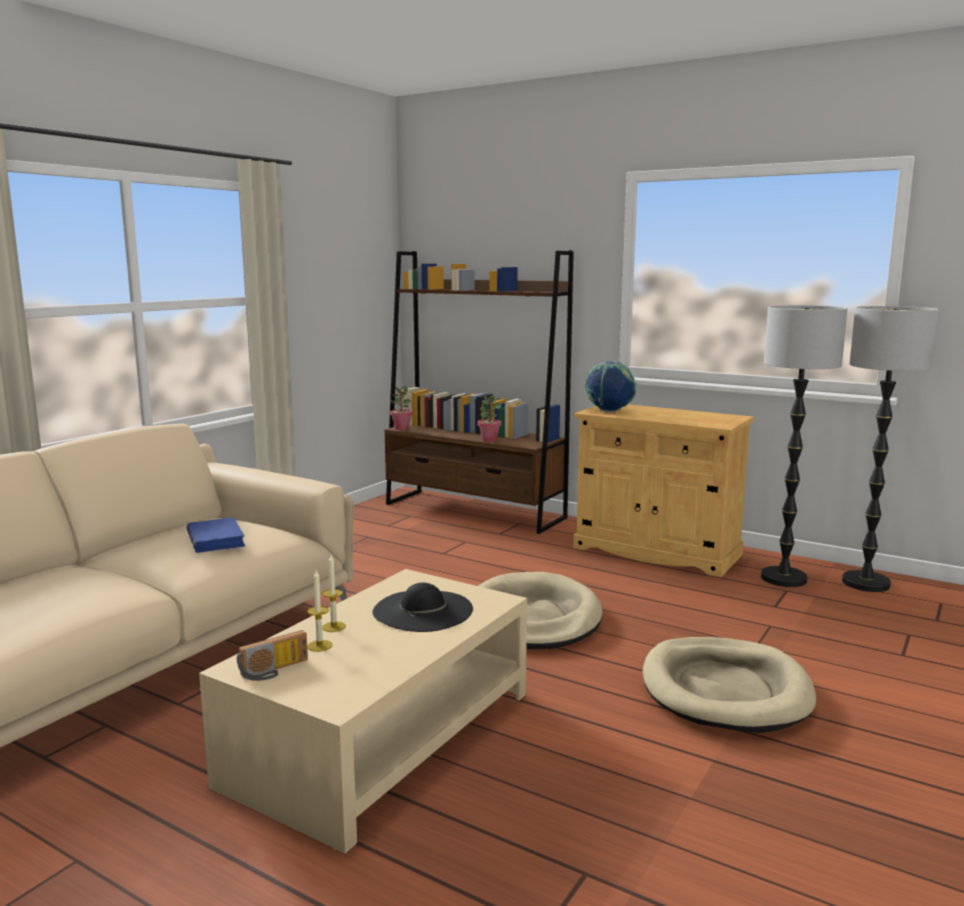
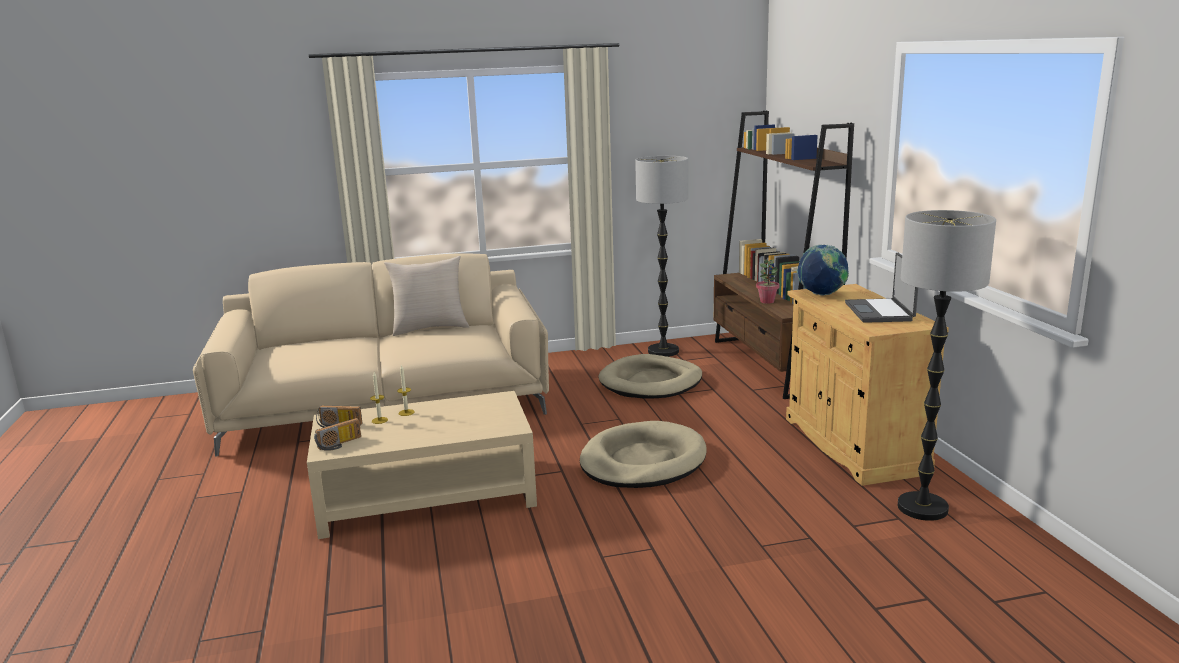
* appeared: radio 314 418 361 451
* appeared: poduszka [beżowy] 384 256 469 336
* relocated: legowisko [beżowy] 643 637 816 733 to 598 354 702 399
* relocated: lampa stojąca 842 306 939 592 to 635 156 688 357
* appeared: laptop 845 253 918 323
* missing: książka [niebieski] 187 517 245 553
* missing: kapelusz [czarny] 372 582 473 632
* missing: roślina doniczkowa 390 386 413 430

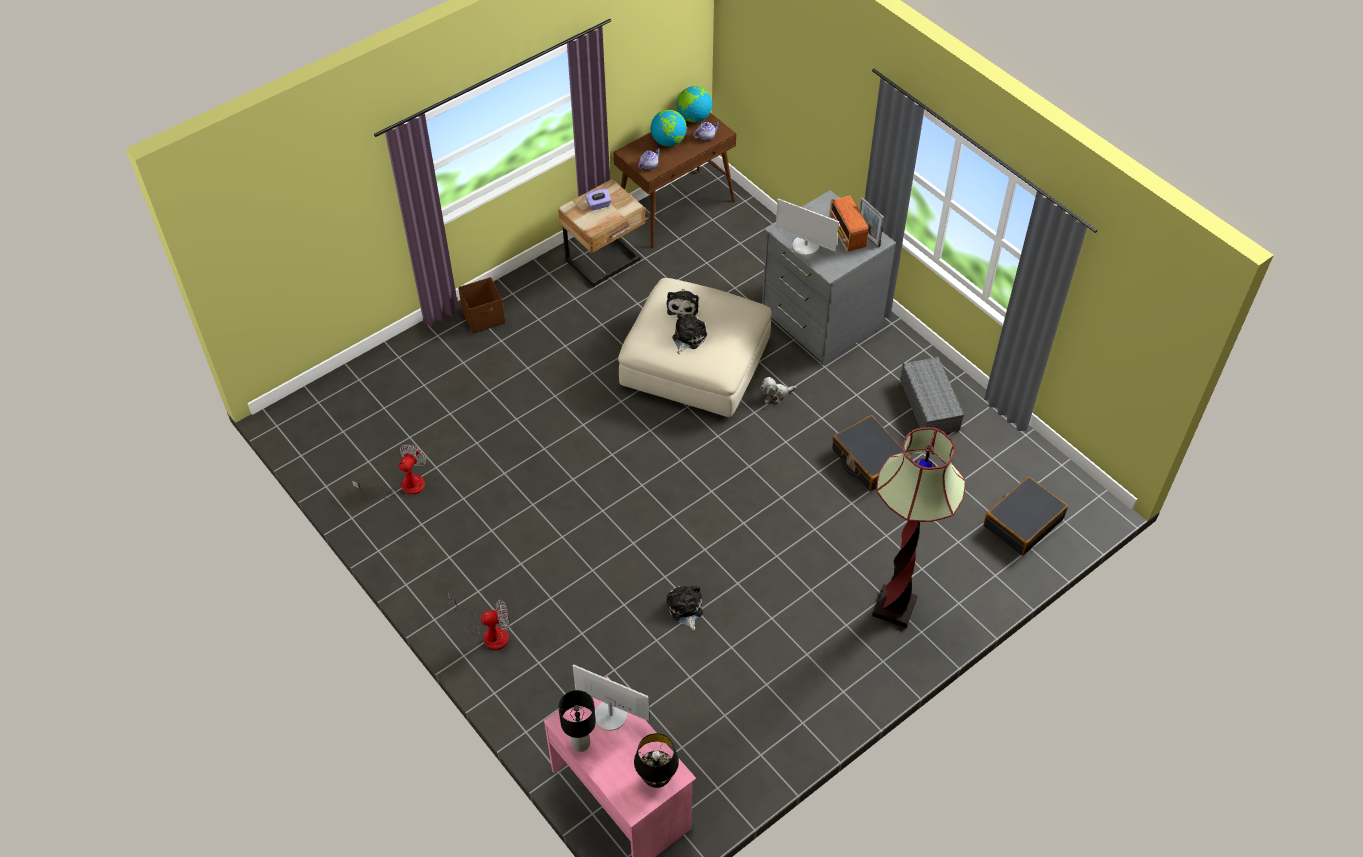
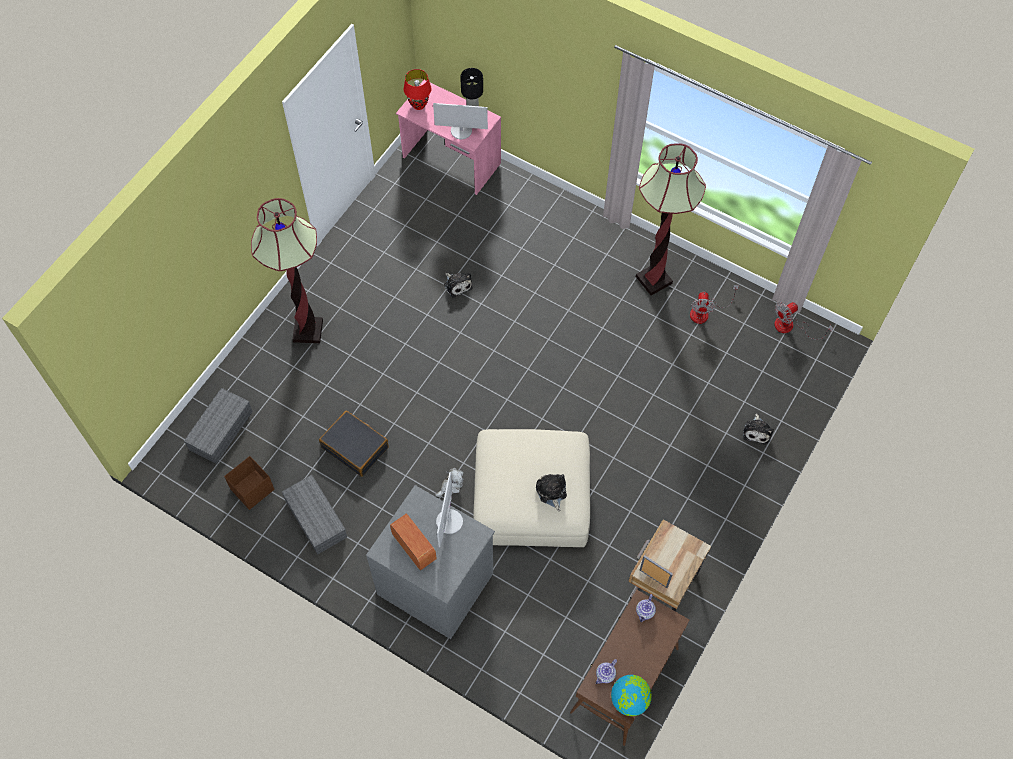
* exchanged: walizka [czarny] 983 477 1068 556 to pojemnik do przechowywania [szary] 184 388 253 464
* relocated: pojemnik do przechowywania [brązowy] 458 277 505 334 to 224 456 274 510
* colour: lampa stołowa [czarny] 634 733 679 788 to lampa stołowa [czerwony] 404 69 432 110
* spun: monitor 776 199 839 256 = 436 472 463 547 90 degrees counterclockwise
* appeared: lampa stojąca 636 143 706 295
* relocated: ramka na zdjęcie 859 197 884 248 to 640 555 673 588
* relocated: pluszak 672 314 707 354 to 743 413 774 445
* relocated: wentylator 448 593 510 650 to 774 302 833 340
* missing: pudełko chusteczek [fioletowy] 585 189 611 211
* missing: globus 651 110 687 146

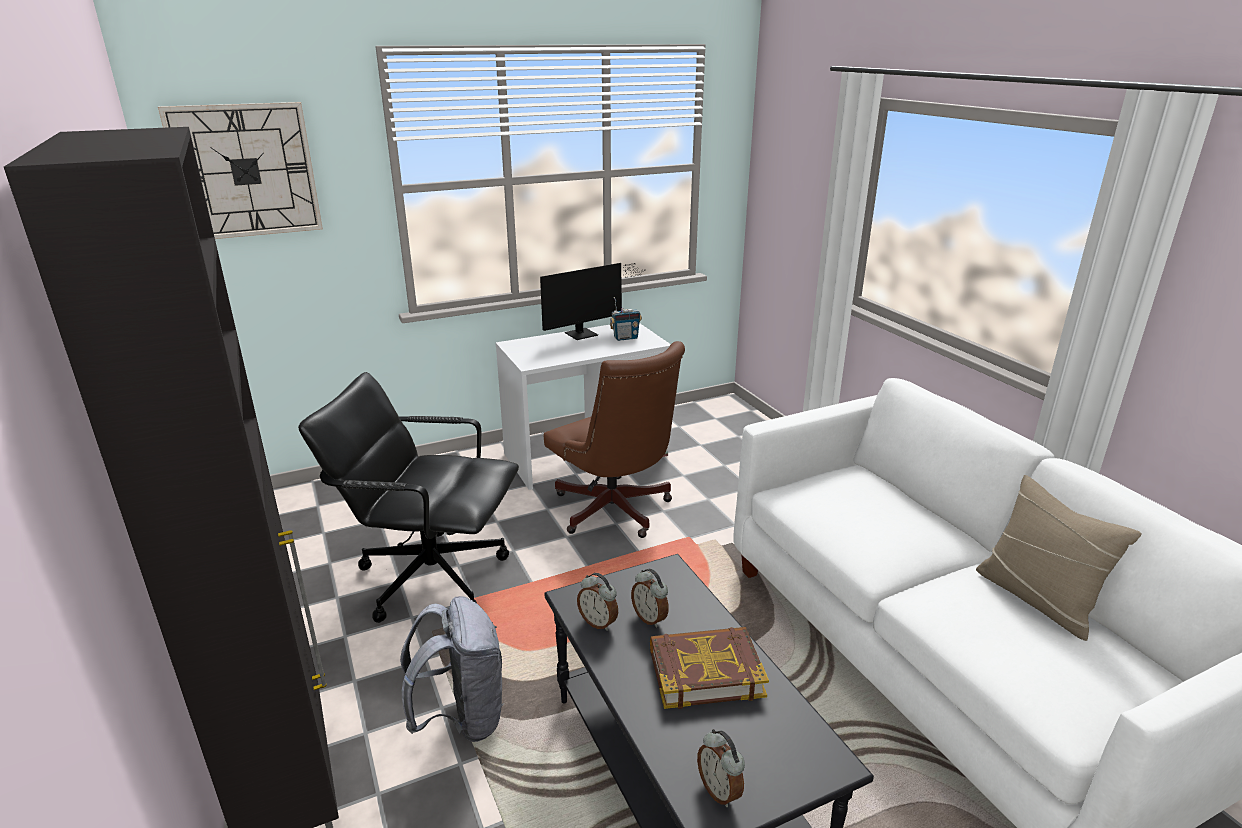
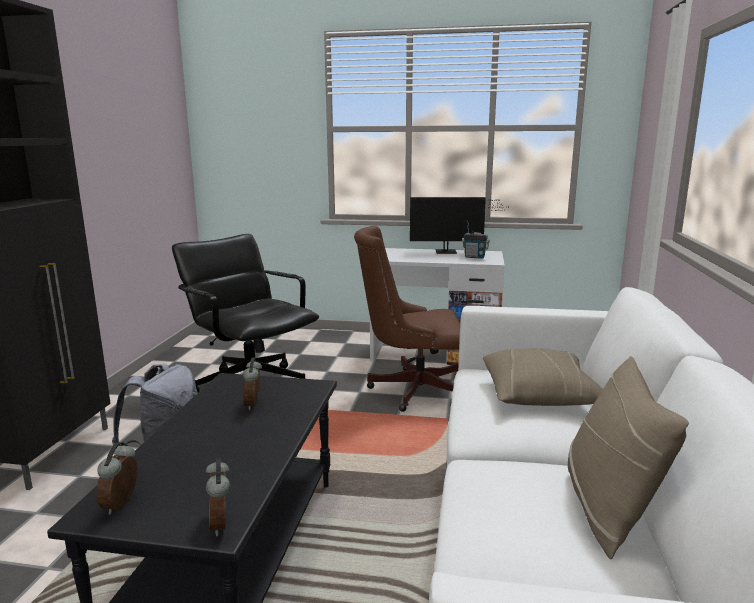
* relocated: budzik 577 573 618 631 to 206 458 230 536
* spun: krzesło biurowe [brązowy] 544 341 685 538 = 354 226 460 412 90 degrees clockwise
* appeared: poduszka [beżowy] 483 348 603 406
* missing: zegar ścienny 158 102 323 239
* missing: książka 650 627 769 709

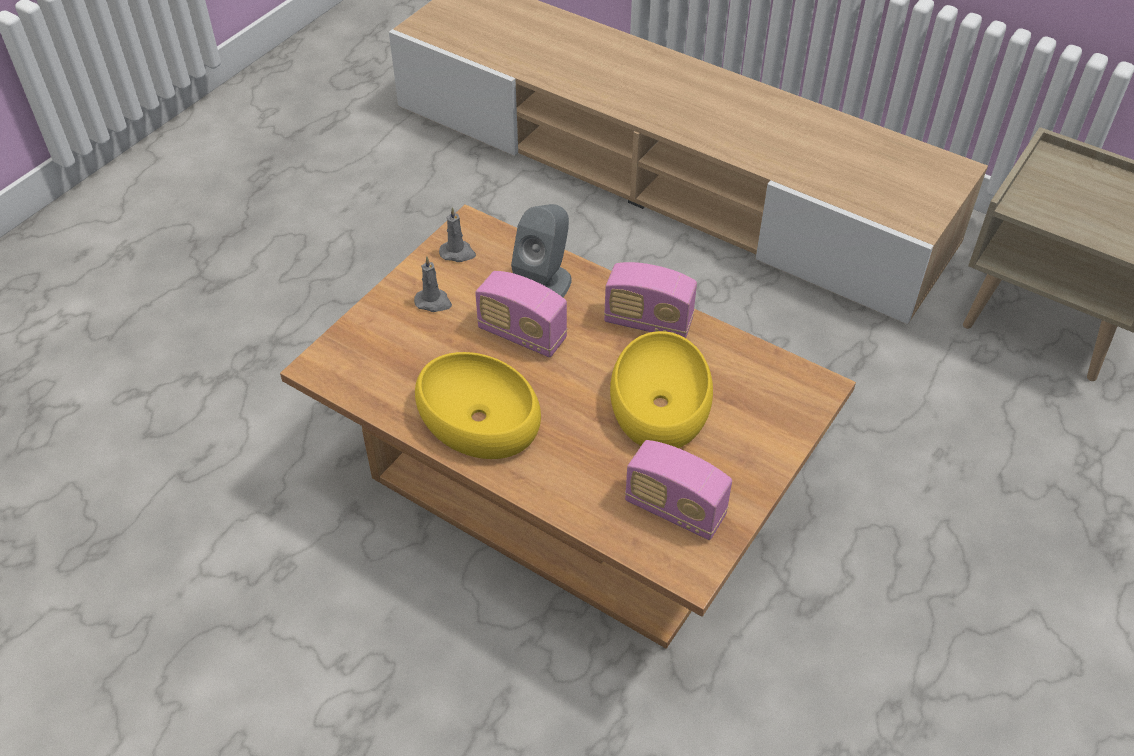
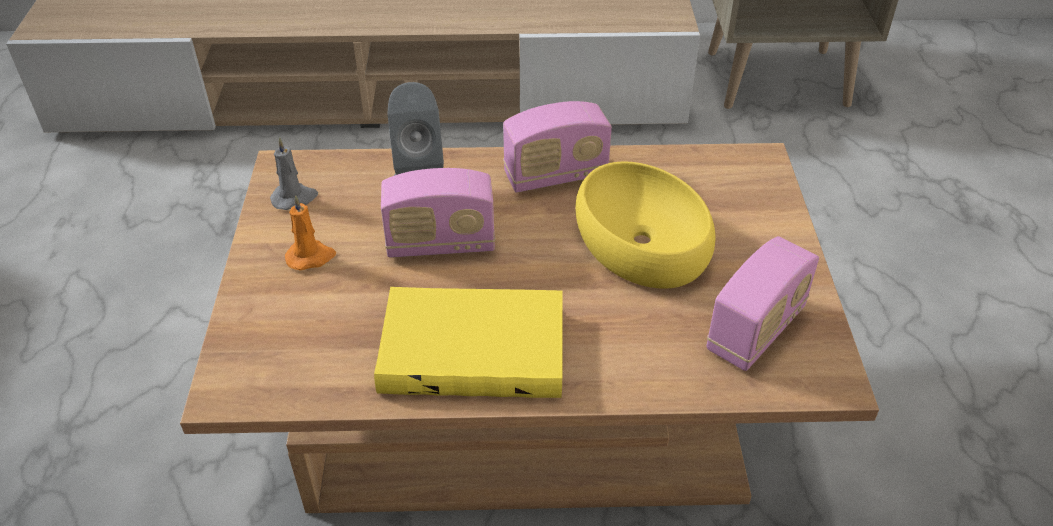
* colour: świeca [szary] 414 257 452 312 to świeca [pomarańczowy] 285 195 336 271
* exchanged: miska [żółty] 415 352 541 459 to książka [żółty] 374 287 563 398
* spun: radio 625 440 732 540 = 706 236 819 371 45 degrees counterclockwise

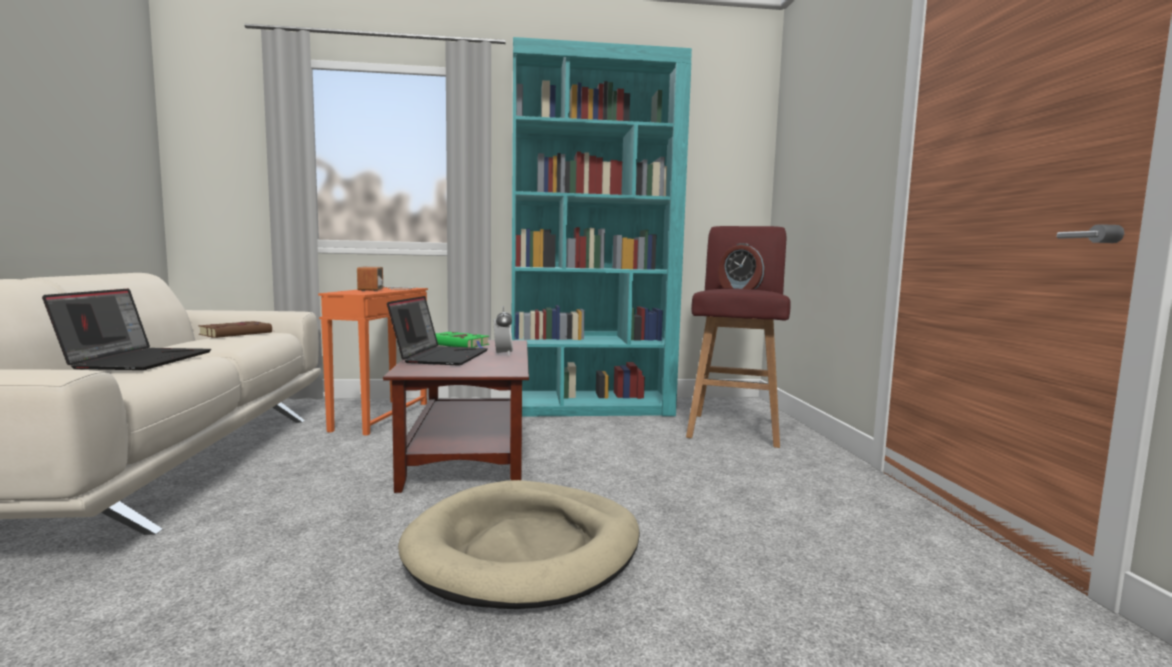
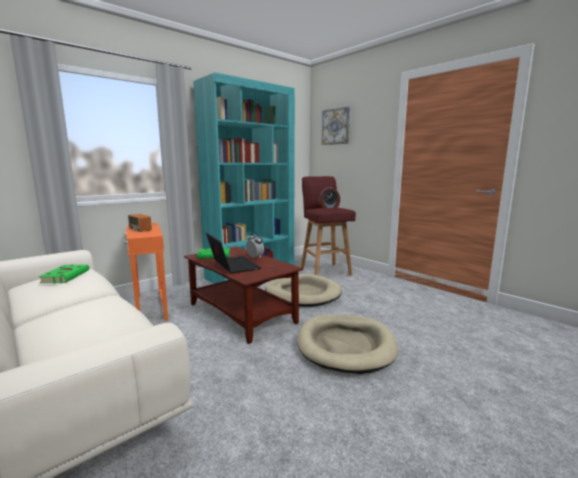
* colour: książka [brązowy] 198 321 272 338 to książka [zielony] 39 264 89 284
* appeared: legowisko [beżowy] 265 274 342 307
* appeared: obraz 322 106 351 145
* missing: laptop 42 289 211 370

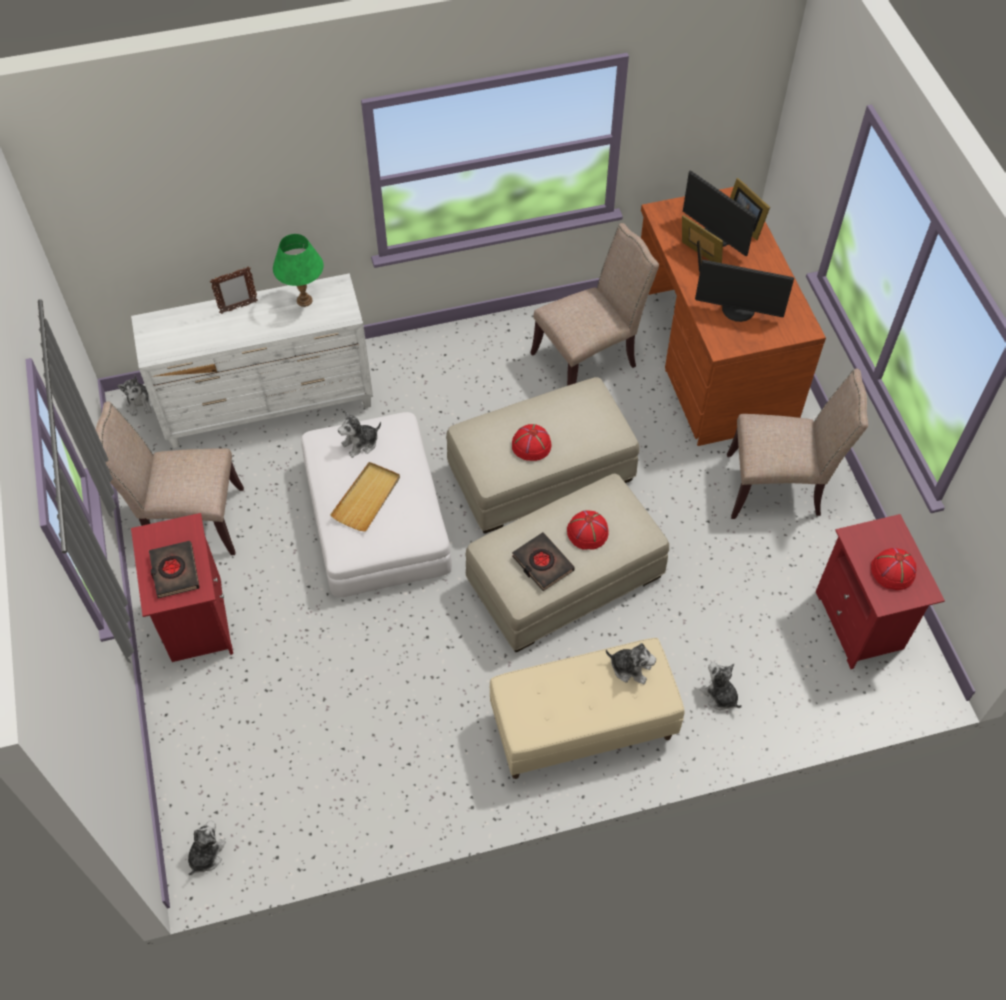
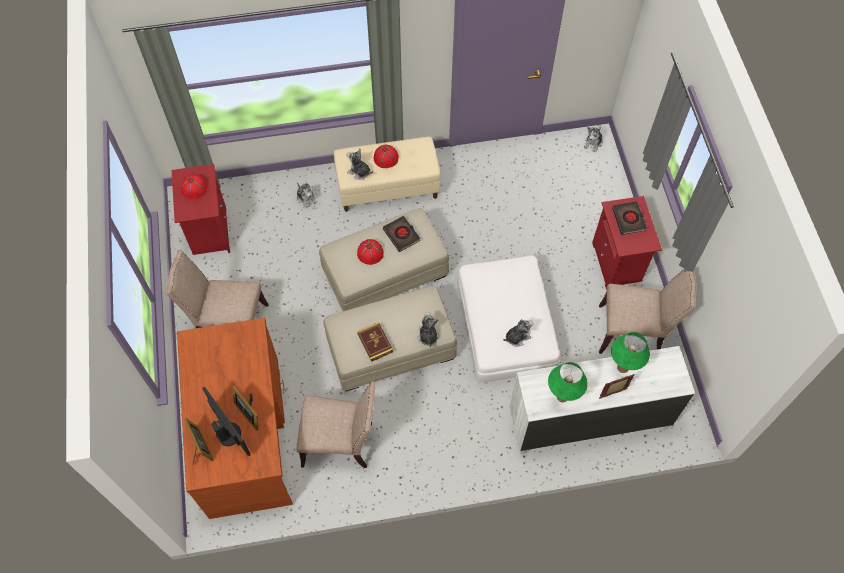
* spun: krzesło [beżowy] 531 223 659 386 = 297 381 376 468 150 degrees counterclockwise
* appeared: książka 357 322 393 362
* relocated: kapelusz [czerwony] 512 424 552 461 to 374 144 399 168
* relocated: pluszak 117 375 151 416 to 418 312 439 348
* appeared: lampa stołowa [zielony] 611 332 650 373
* missing: taca [beżowy] 330 462 400 532
* missing: monitor 695 260 794 322

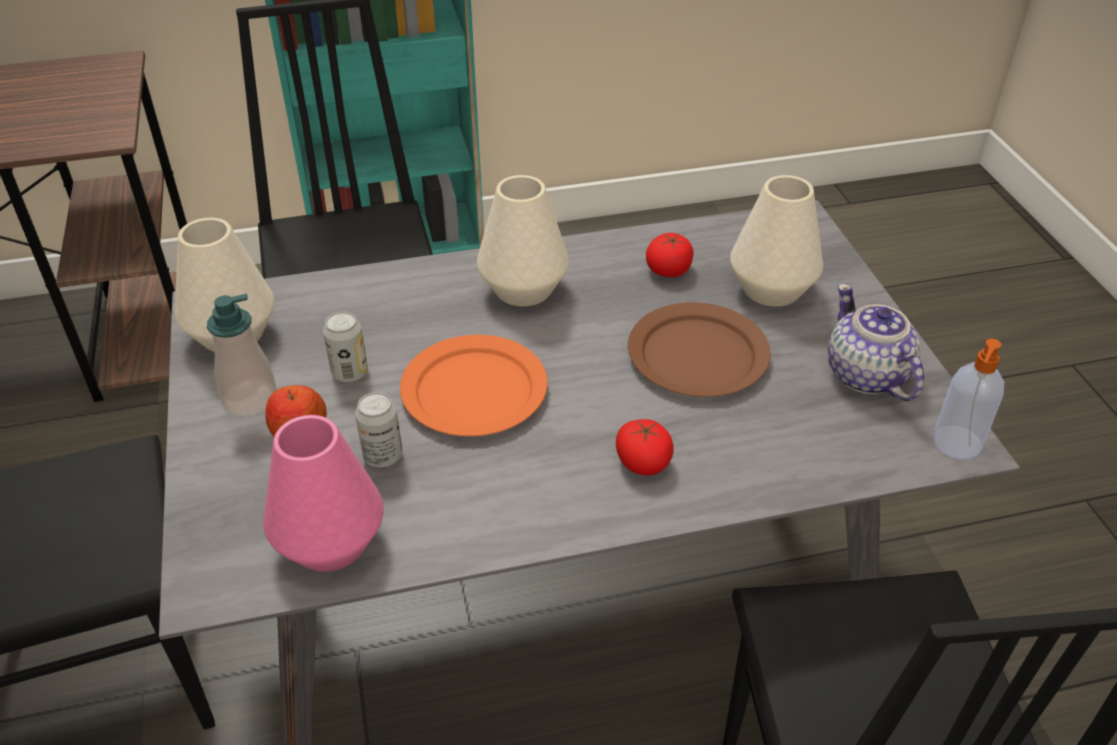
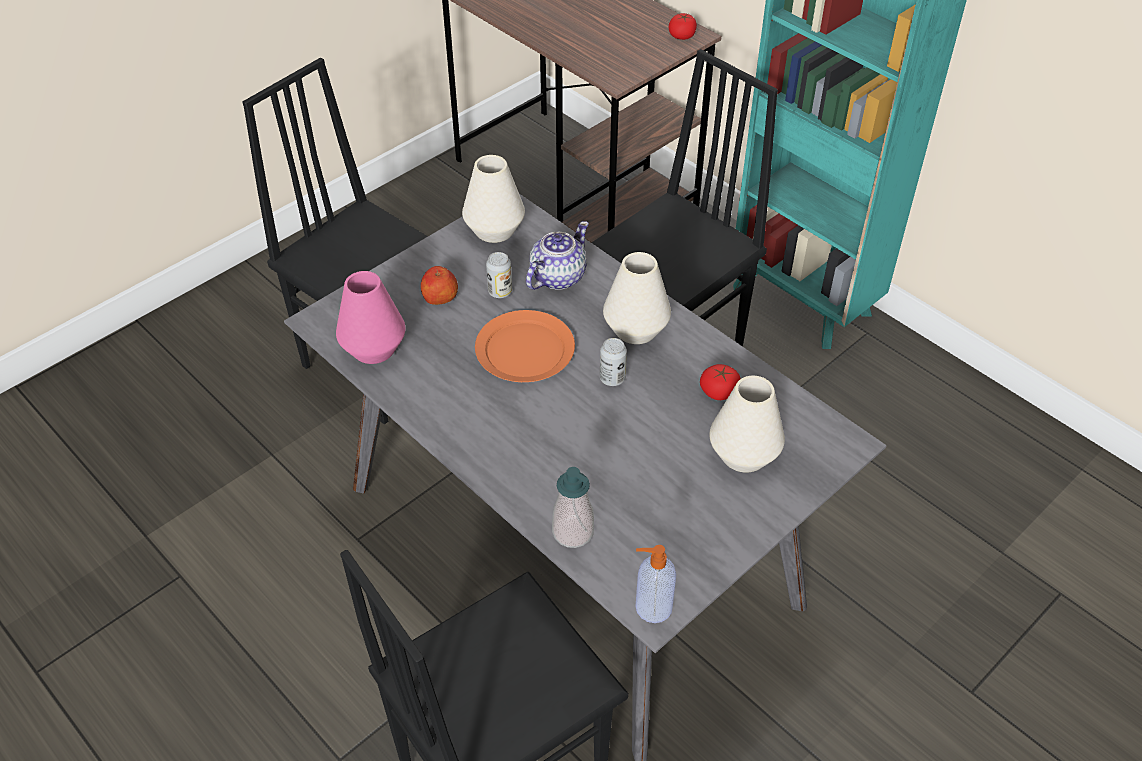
* relocated: imbryk 828 284 924 401 to 526 221 589 290
* relocated: dozownik mydła 207 294 277 417 to 552 467 594 548
* relocated: puszka 355 392 402 467 to 600 338 627 386
* relocated: pomidor 616 419 674 476 to 669 13 697 40
* missing: talerz [brązowy] 628 302 771 397

